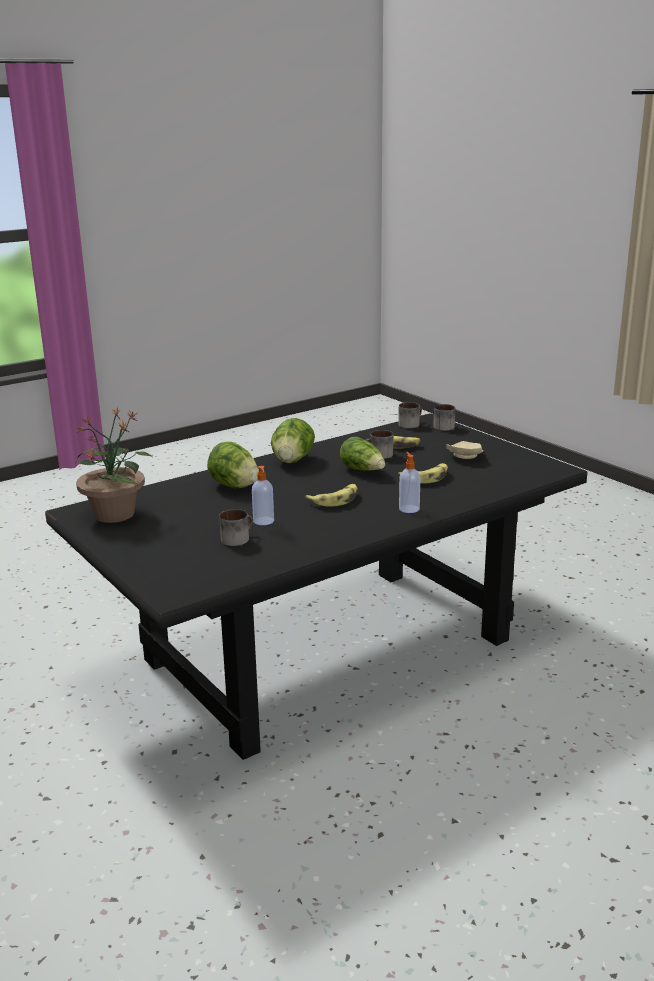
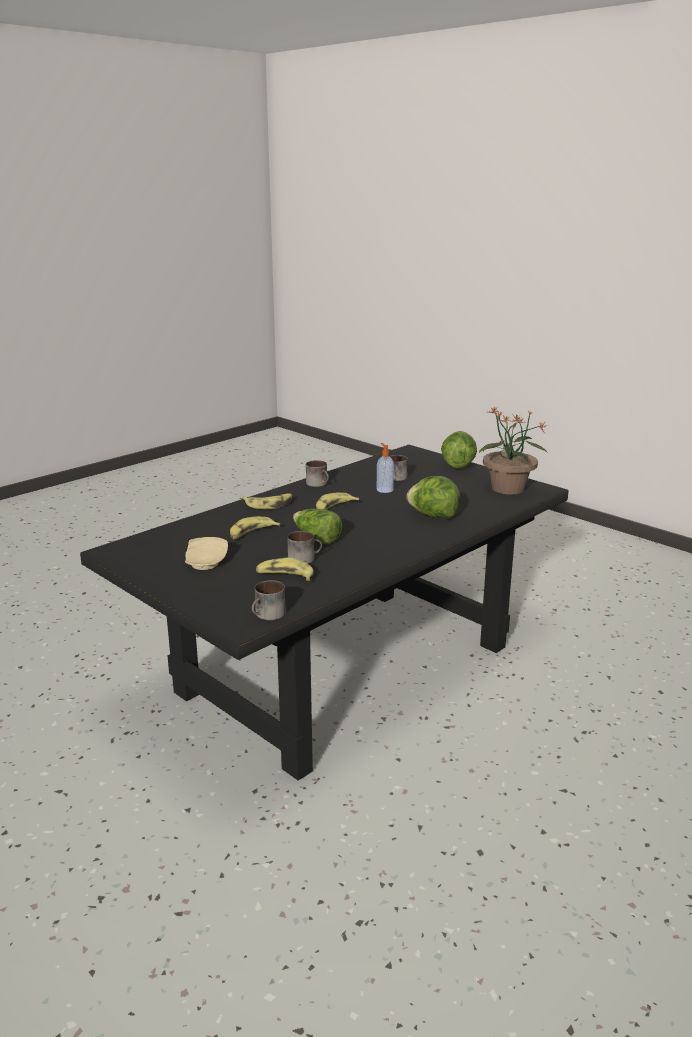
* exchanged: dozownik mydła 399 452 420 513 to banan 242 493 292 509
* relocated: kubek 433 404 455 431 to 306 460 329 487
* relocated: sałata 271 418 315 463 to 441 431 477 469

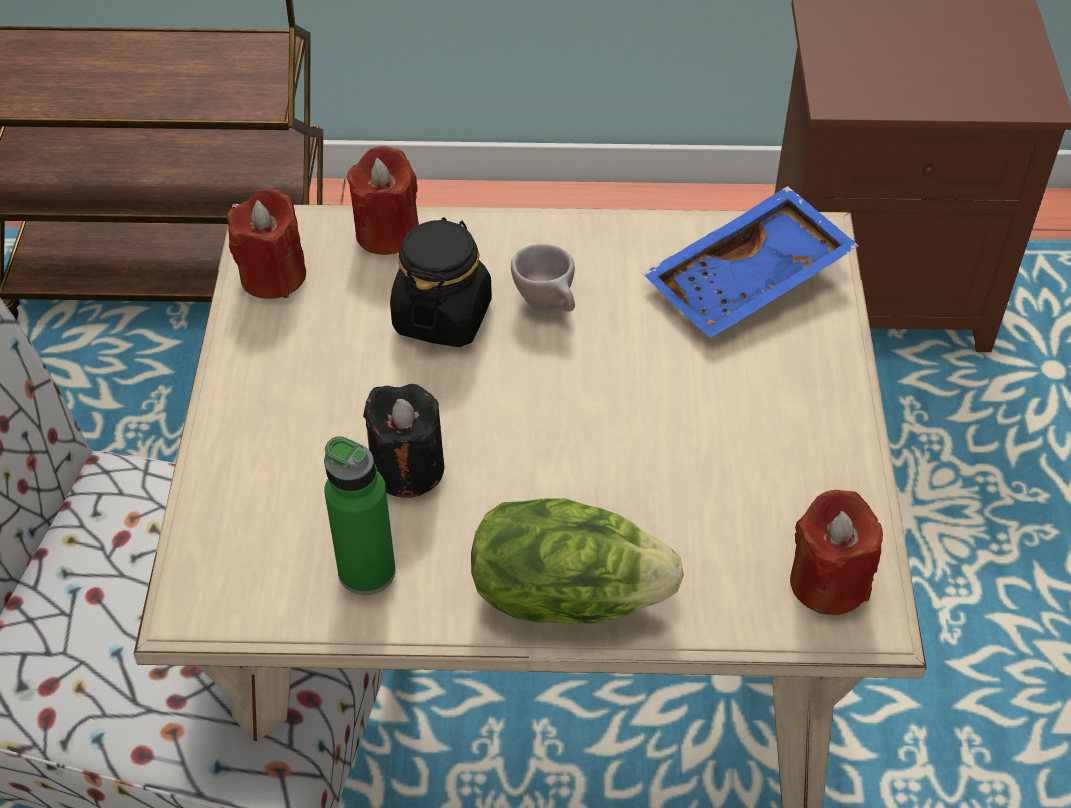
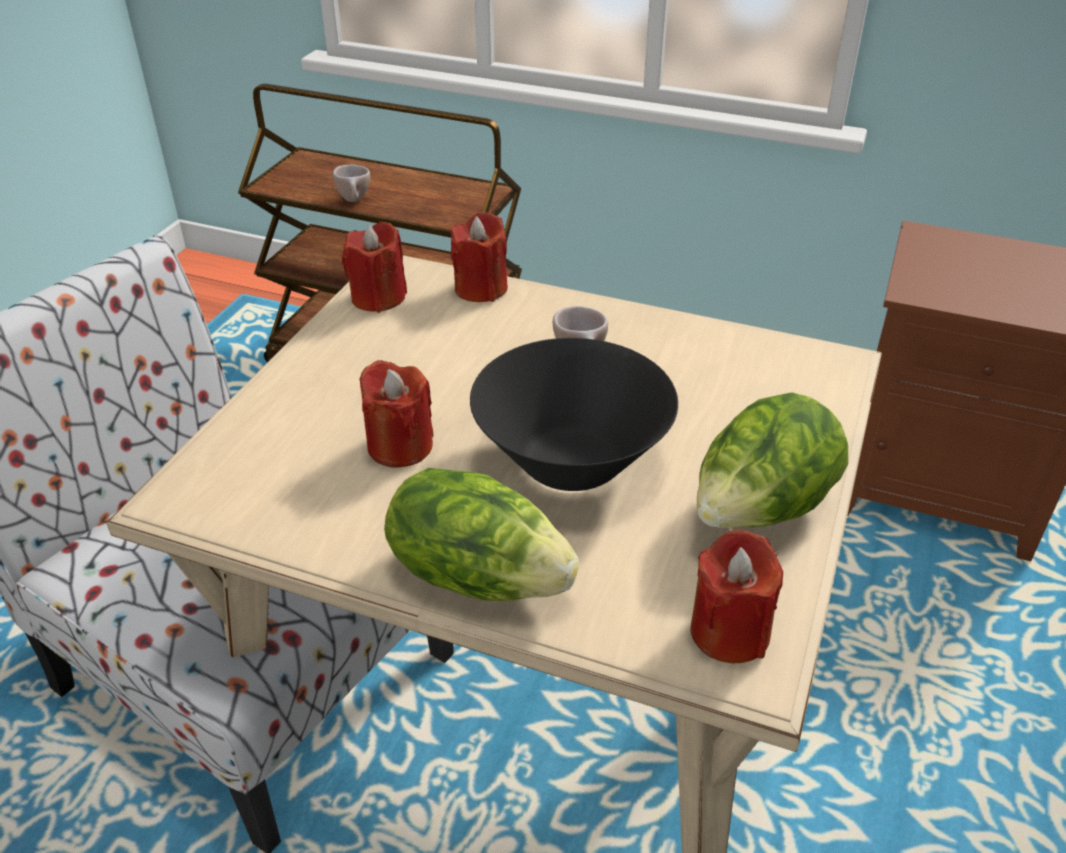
* appeared: filiżanka [beżowy] 333 164 370 202
* colour: świeca [czarny] 363 384 444 498 to świeca [czerwony] 359 360 434 468
* appeared: miska [czarny] 470 338 678 491
* appeared: sałata 697 392 848 528
* missing: butelka [zielony] 324 436 396 595
* missing: słoik [czarny] 390 217 492 347
* missing: taca [niebieski] 643 186 859 338

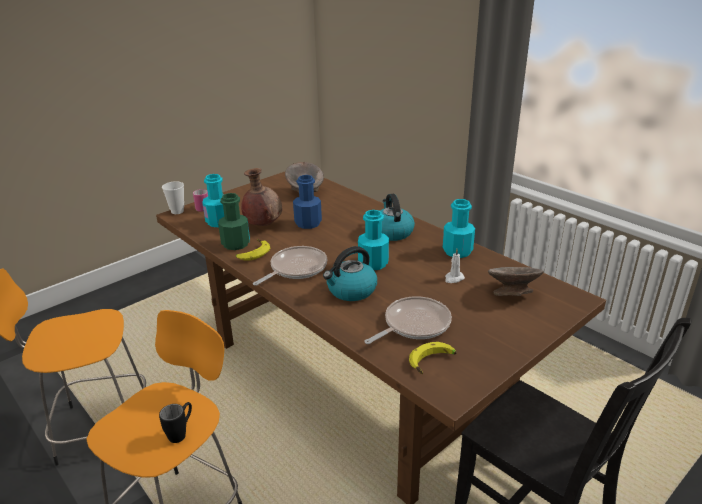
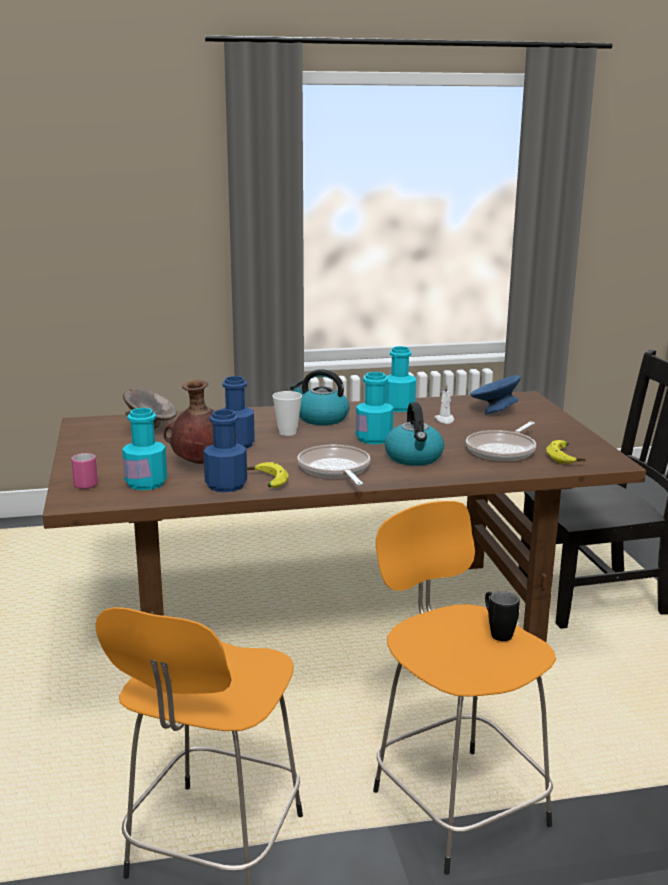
* colour: butelka [zielony] 218 193 250 250 to butelka [niebieski] 203 409 247 492
* relocated: filiżanka 162 181 184 214 to 272 391 302 436
* spun: patelnia 364 296 452 344 = 466 422 536 461 135 degrees counterclockwise
* colour: miska [szary] 488 267 544 296 to miska [niebieski] 470 375 521 414

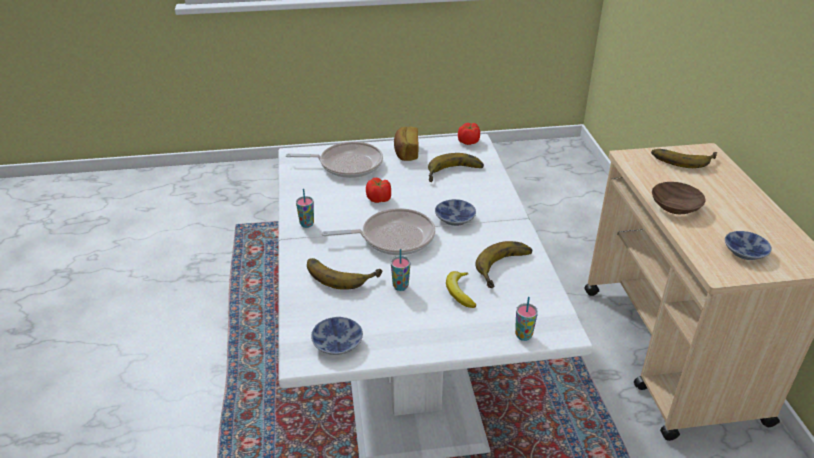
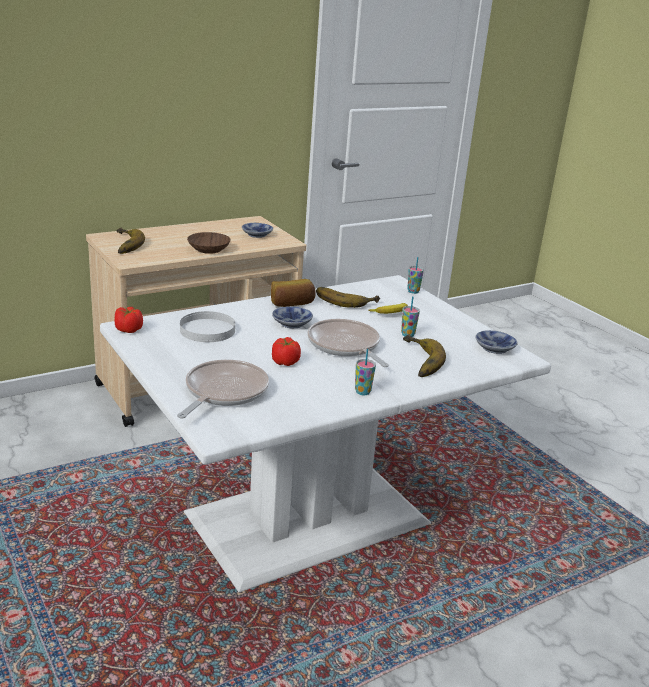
* spun: patelnia 286 142 383 178 = 177 360 269 419 45 degrees clockwise
* exchanged: banan 428 153 484 182 to talerz [biały] 180 311 235 342
* relocated: chleb 394 127 418 161 to 271 279 316 307

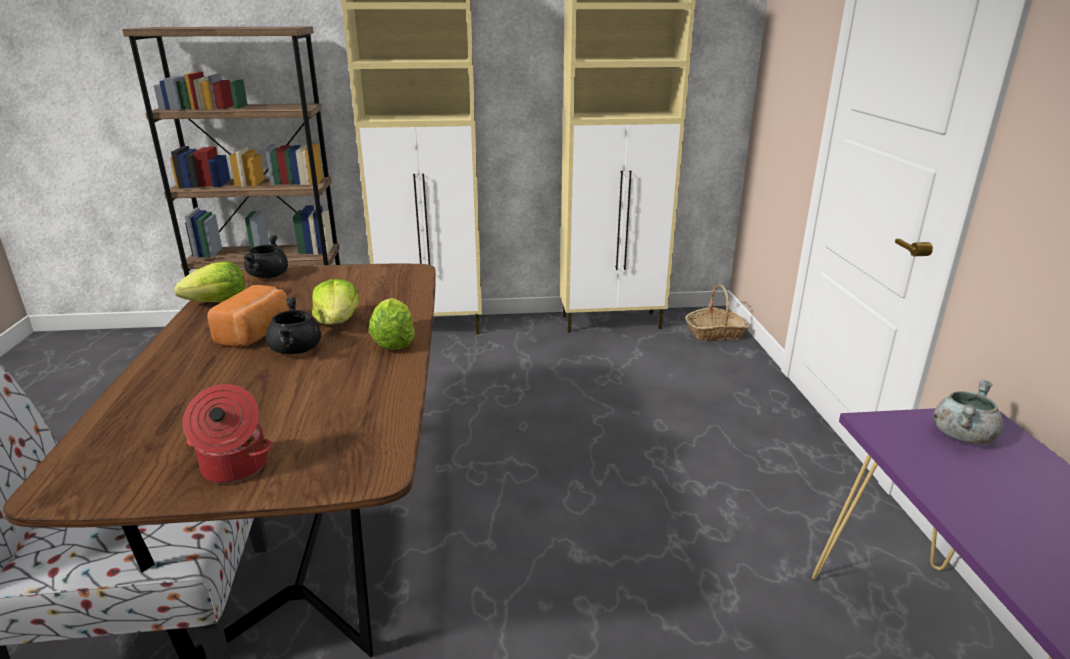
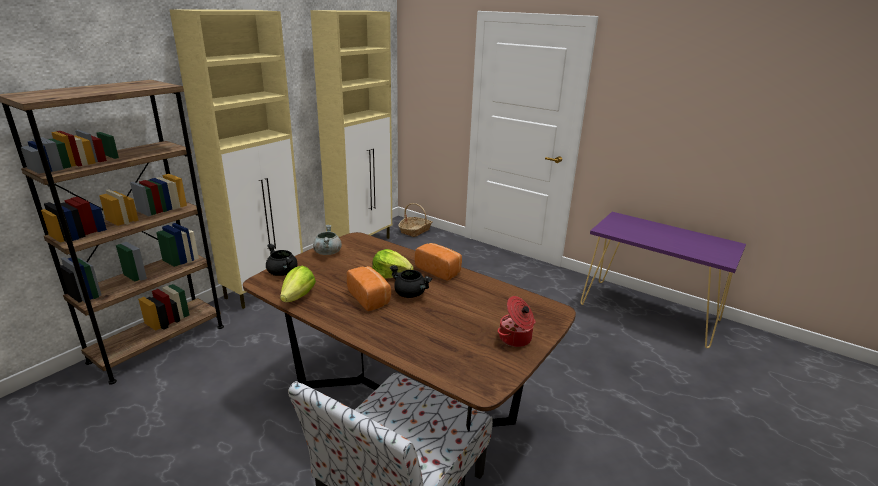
* relocated: garnek [szary] 933 379 1003 444 to 313 225 342 255
* exchanged: sałata 369 298 415 350 to chleb 415 243 462 281

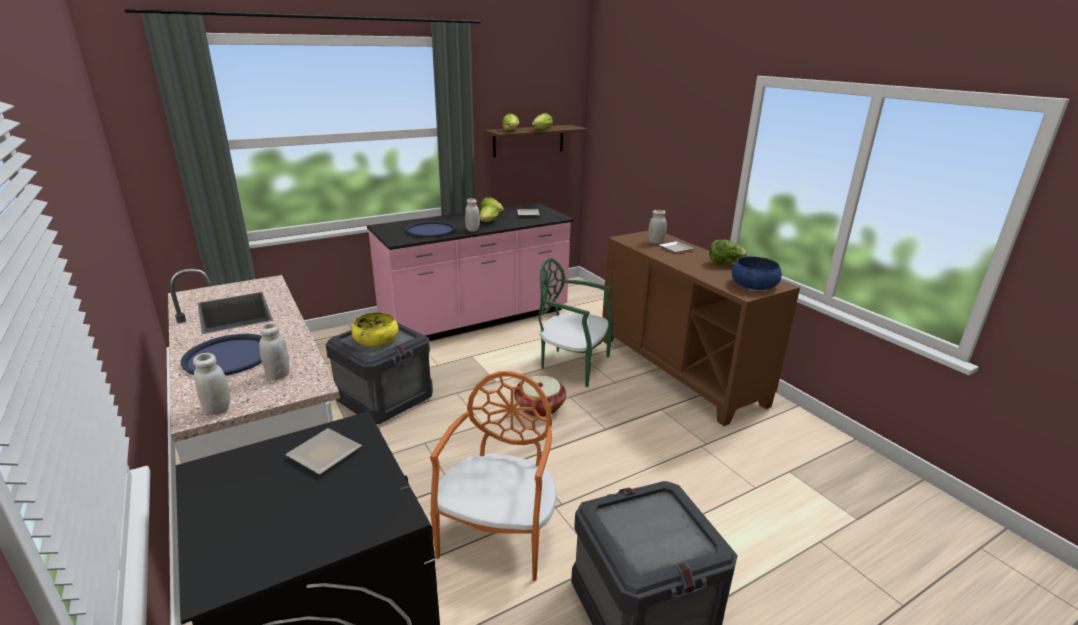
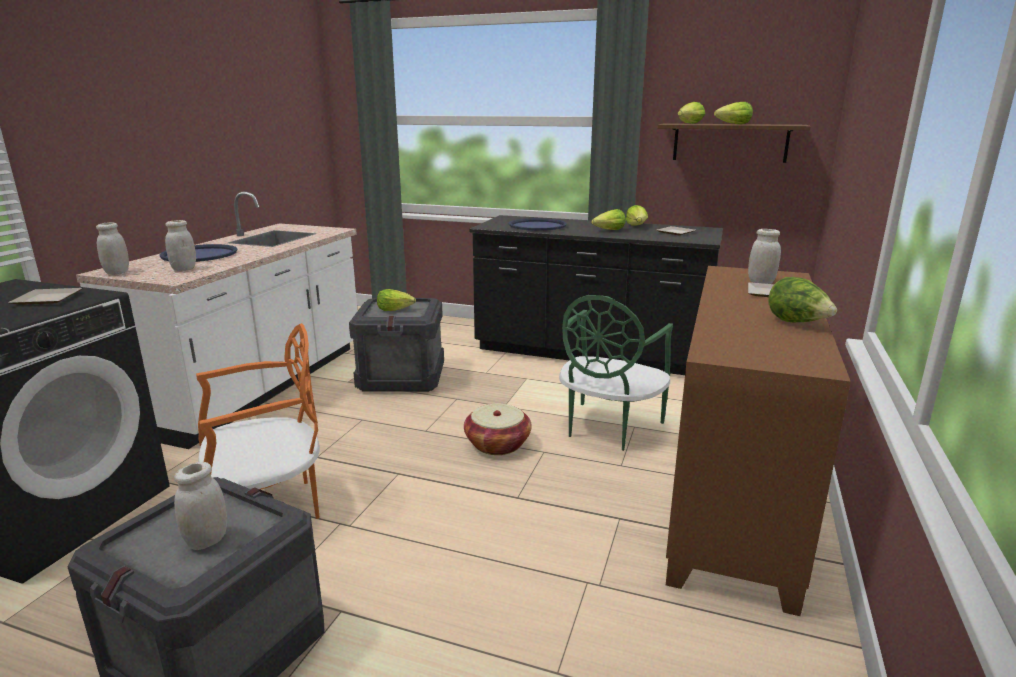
* relocated: słoik [biały] 465 198 480 232 to 174 462 227 550
* exchanged: miska [żółty] 351 312 399 347 to sałata 377 289 416 311
* colour: zabudowa kuchenna [różowy] 367 203 574 341 to zabudowa kuchenna [czarny] 469 215 723 375
* spun: krzesło [zielony] 538 258 613 387 = 559 295 673 451 135 degrees counterclockwise
* missing: miska [niebieski] 732 256 782 290

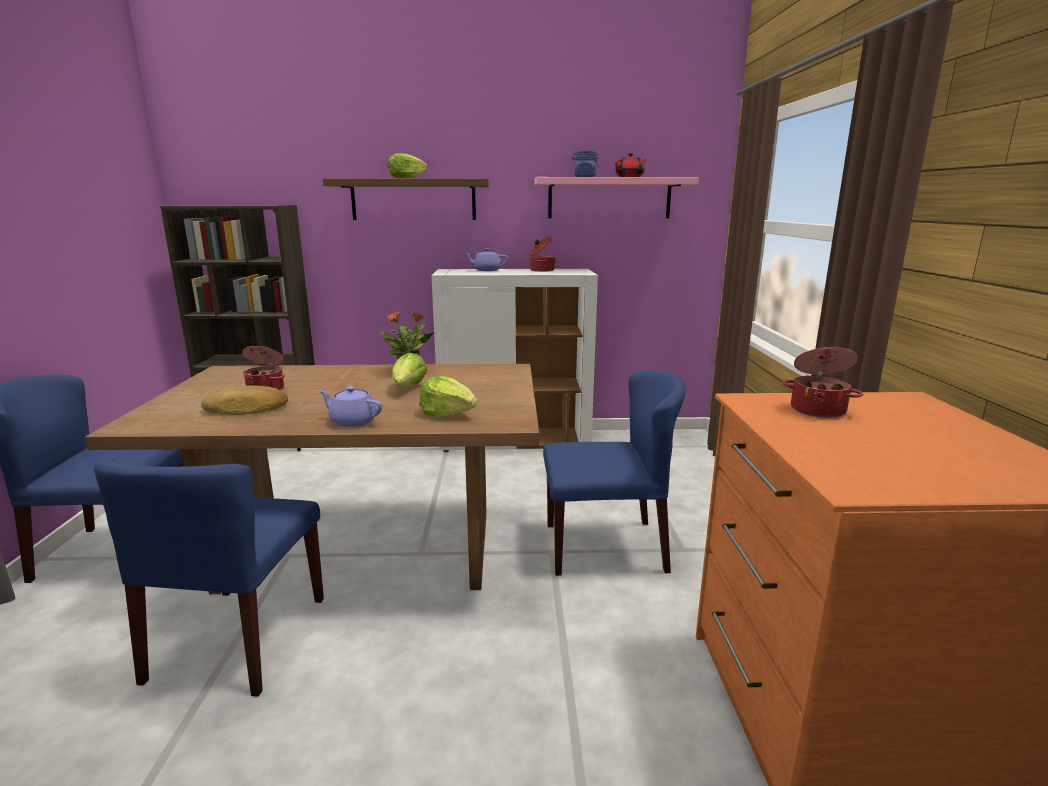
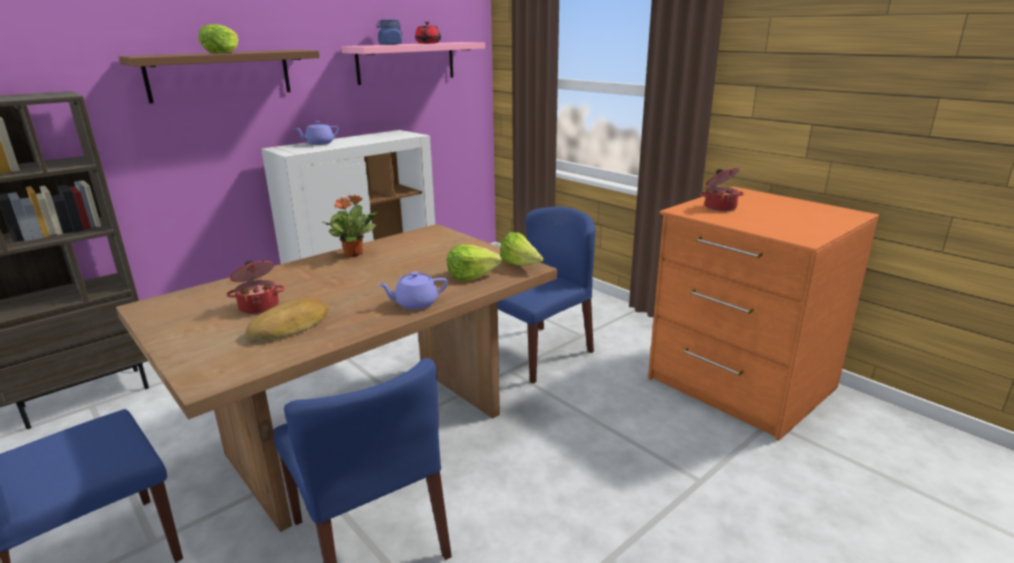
* relocated: sałata 392 353 427 387 to 500 232 543 266
* missing: garnek 530 236 556 272

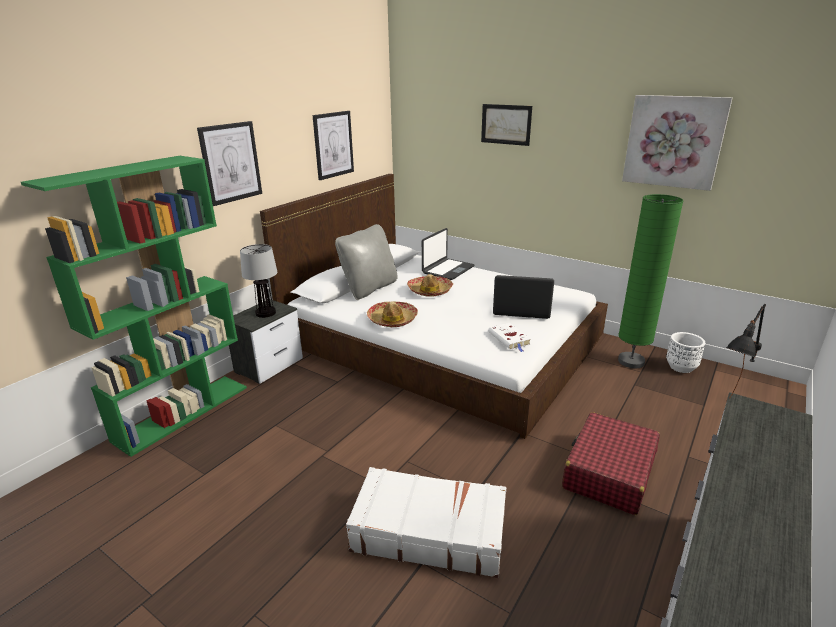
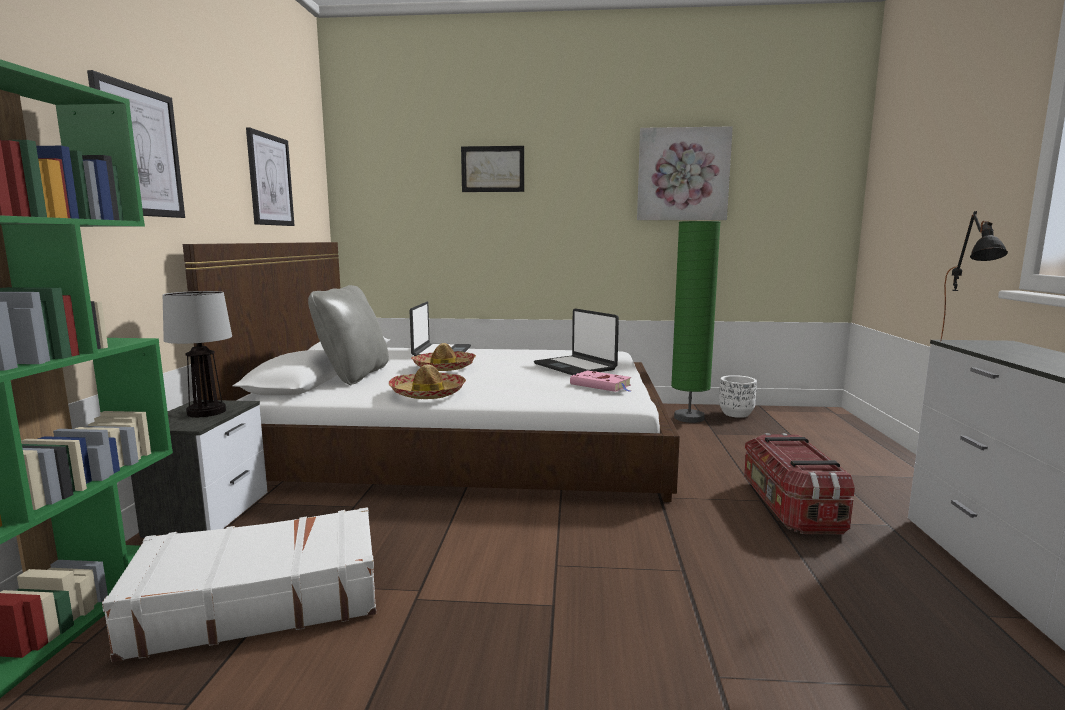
* relocated: walizka [biały] 346 467 506 578 to 102 507 376 662
* spun: laptop 493 275 554 319 = 534 308 619 375 105 degrees counterclockwise
* colour: książka [biały] 488 323 531 352 to książka [różowy] 570 370 631 392
* exchanged: walizka [czerwony] 562 412 660 515 to pojemnik do przechowywania 744 433 855 535

